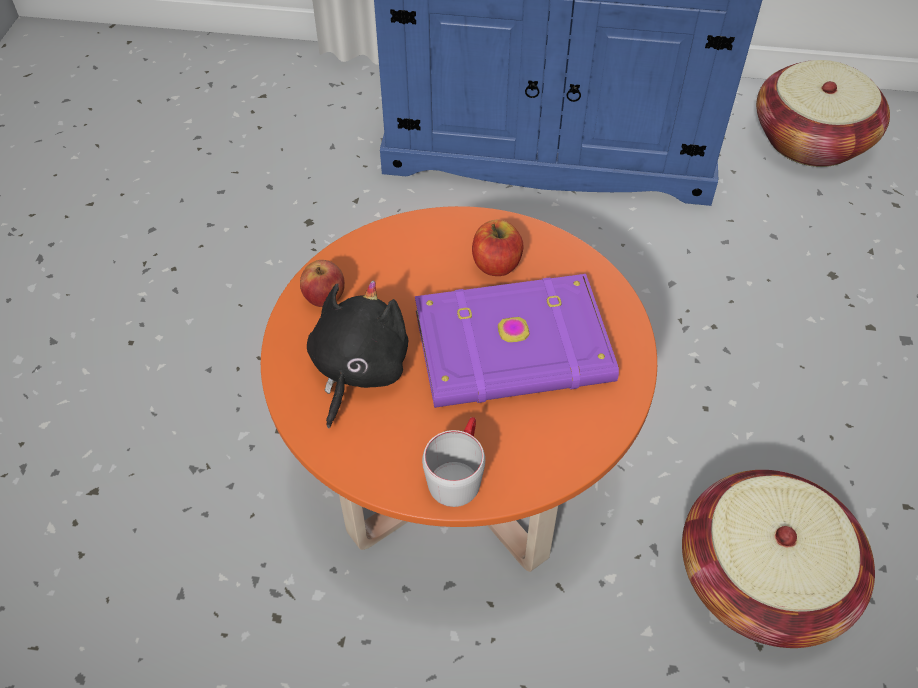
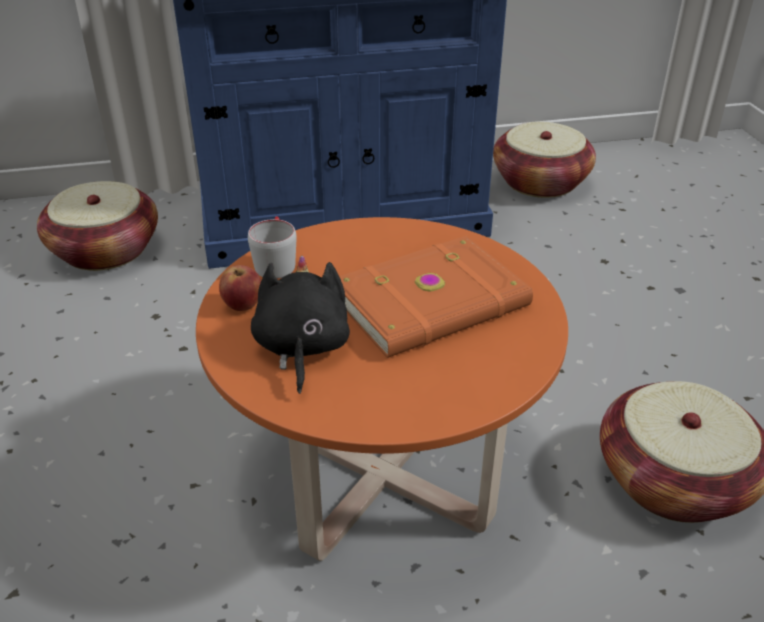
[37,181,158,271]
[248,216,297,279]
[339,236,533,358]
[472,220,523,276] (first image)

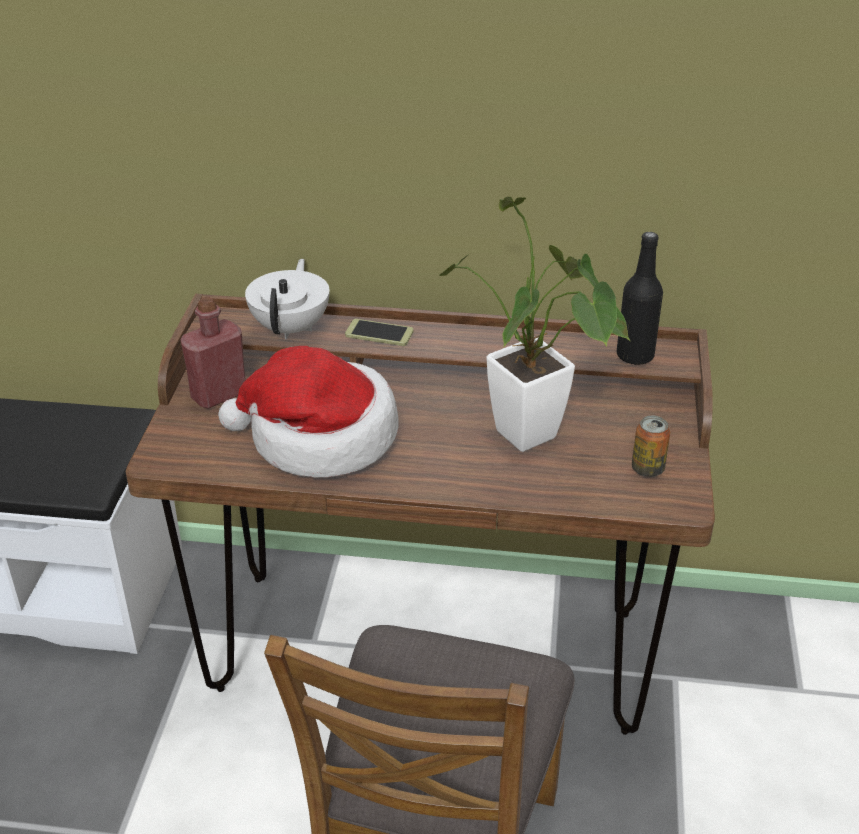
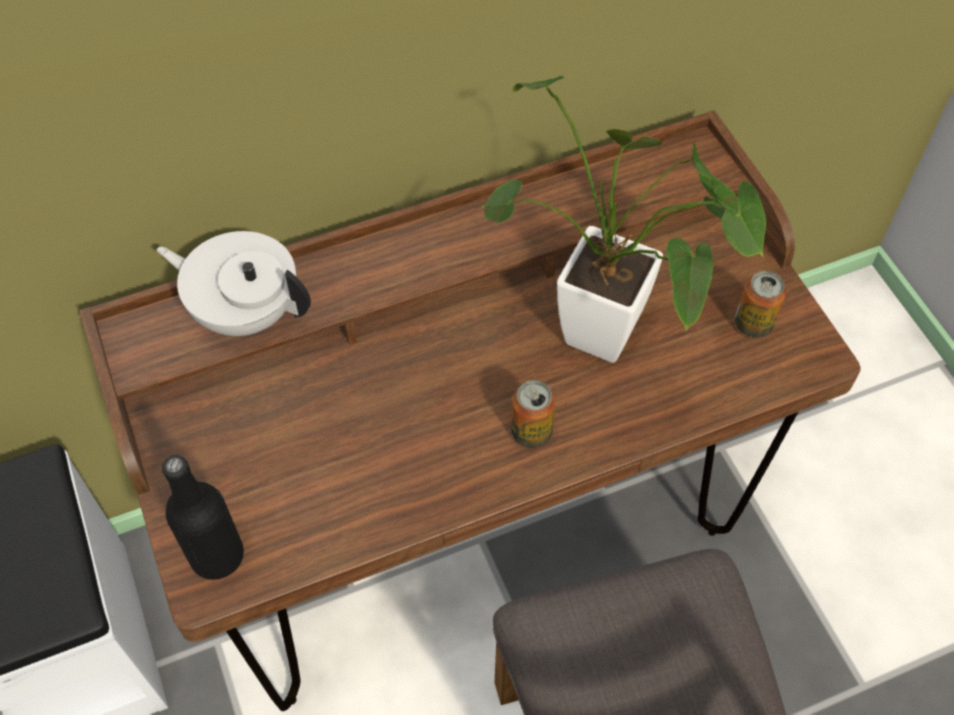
[157,231,311,336]
[162,455,244,580]
[511,380,556,448]
[181,296,246,409] (first image)
[218,346,399,477] (first image)
[345,319,414,346] (first image)

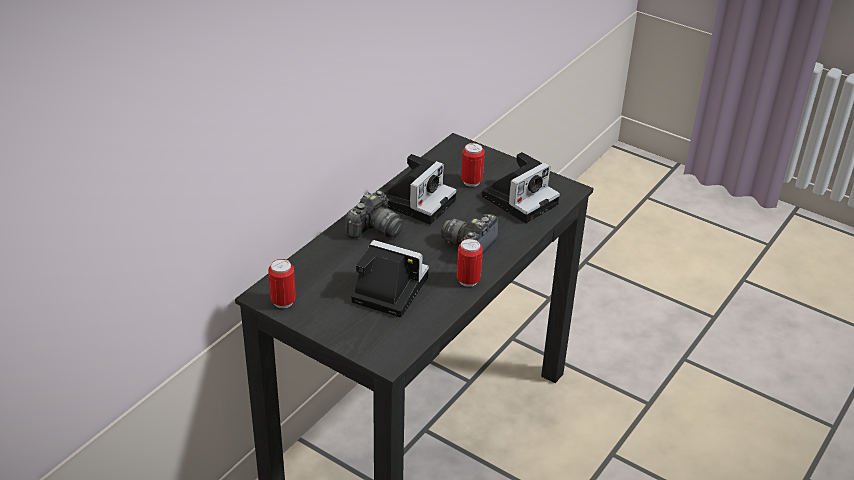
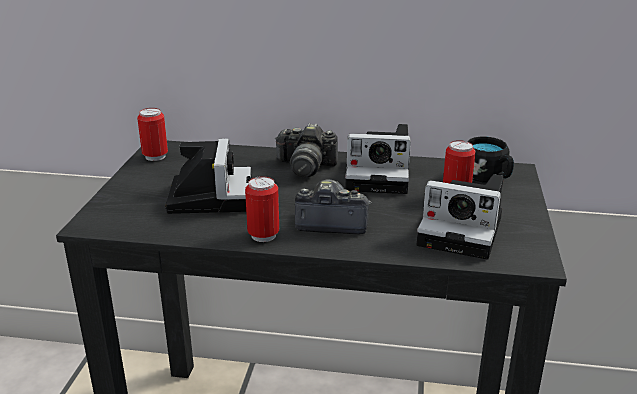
[468,136,514,183]

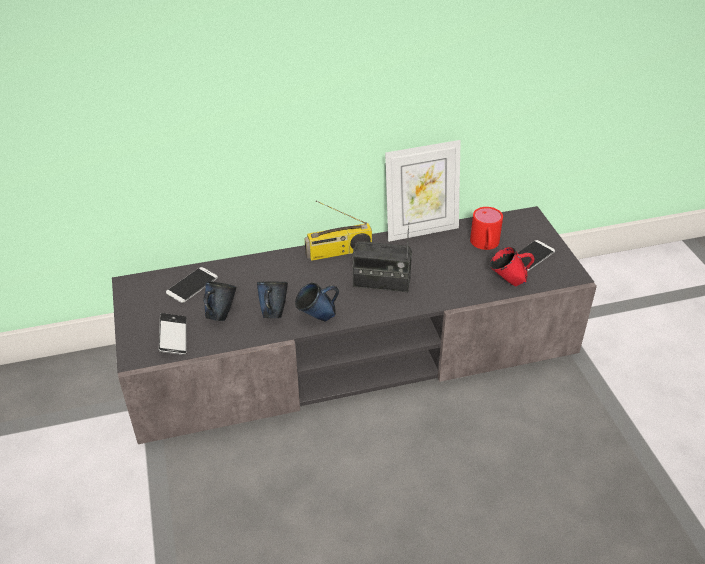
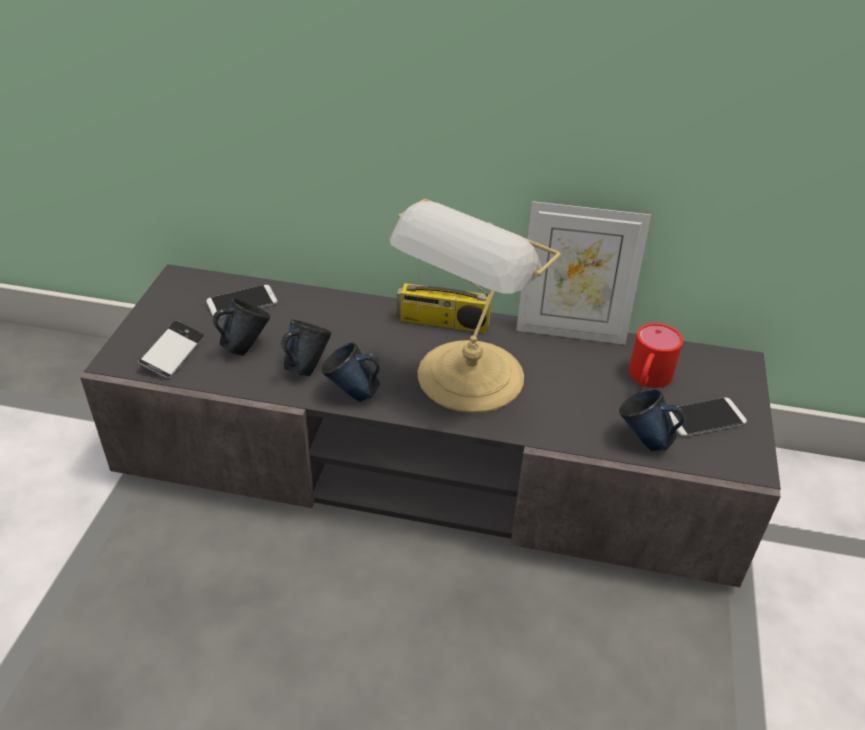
[390,199,561,413]
[619,388,686,451]

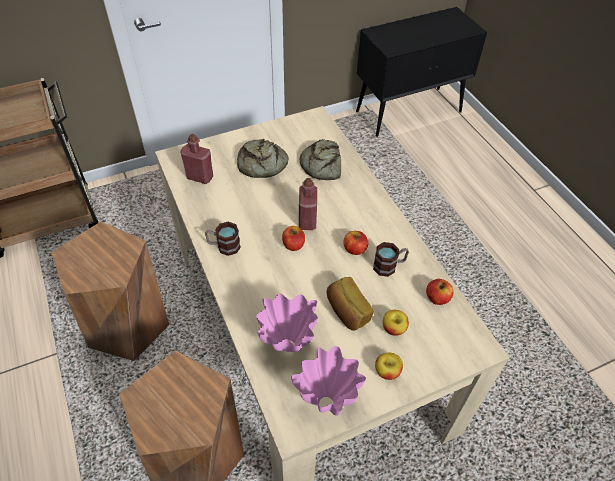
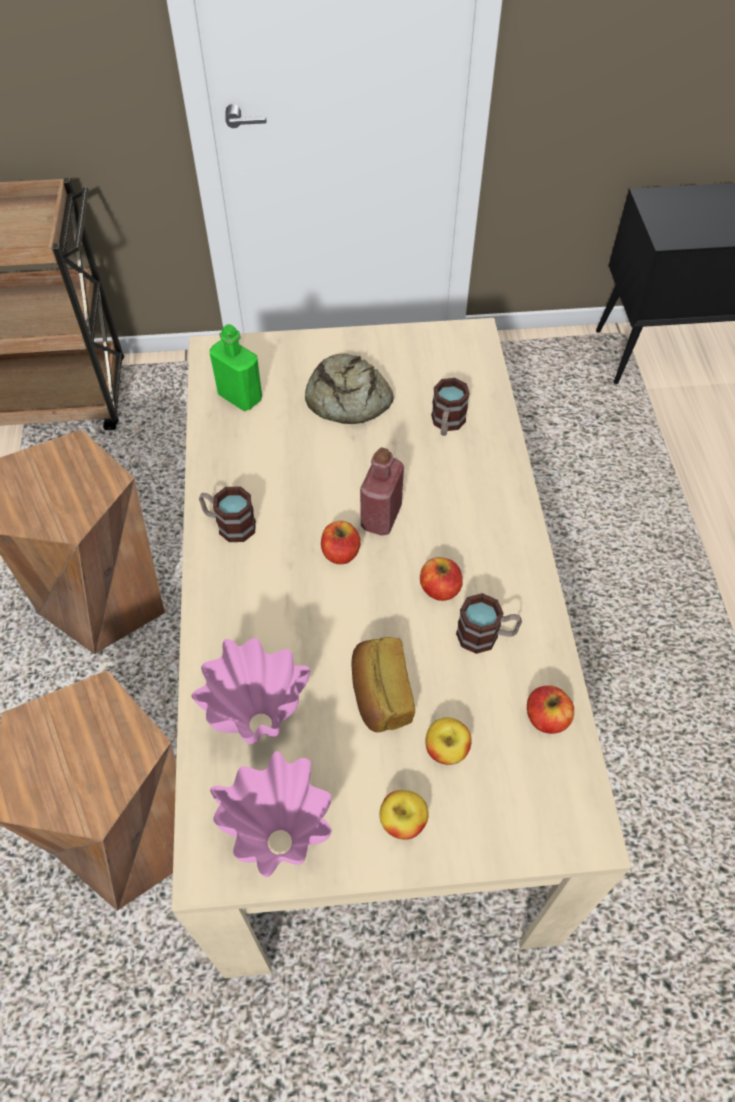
[210,324,262,411]
[431,378,470,436]

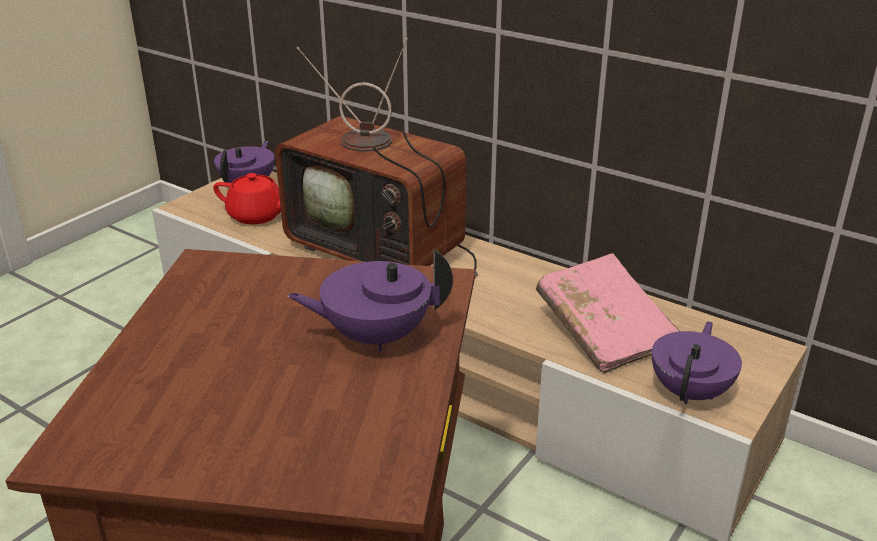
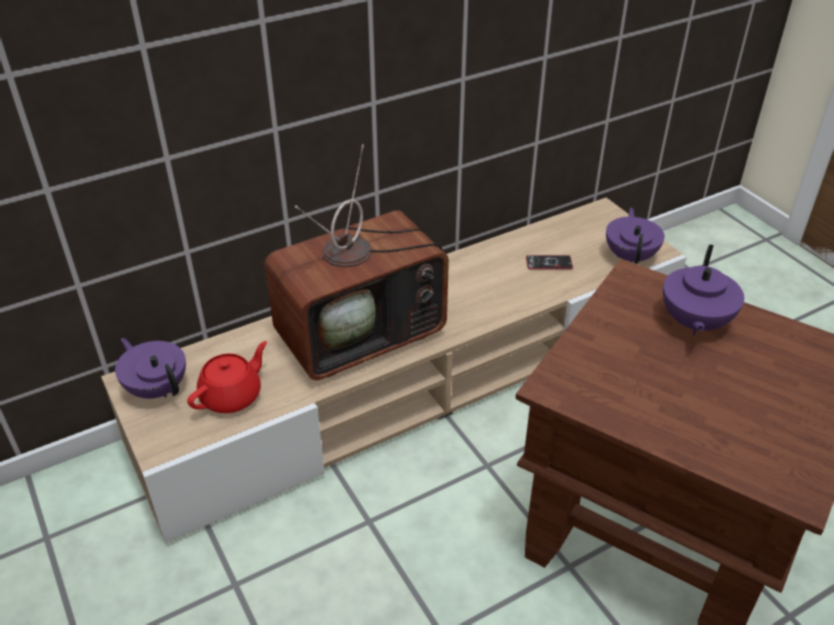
[526,255,573,269]
[606,208,665,264]

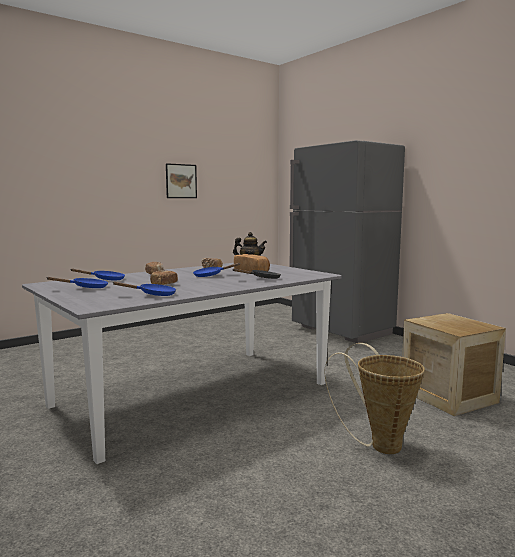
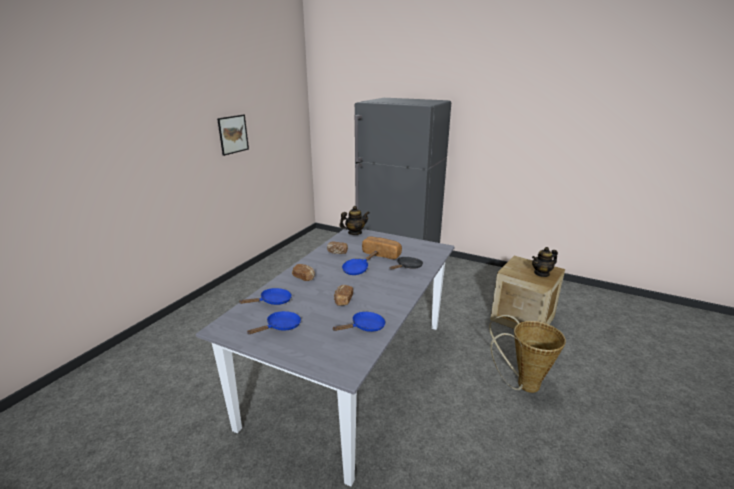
[532,247,558,277]

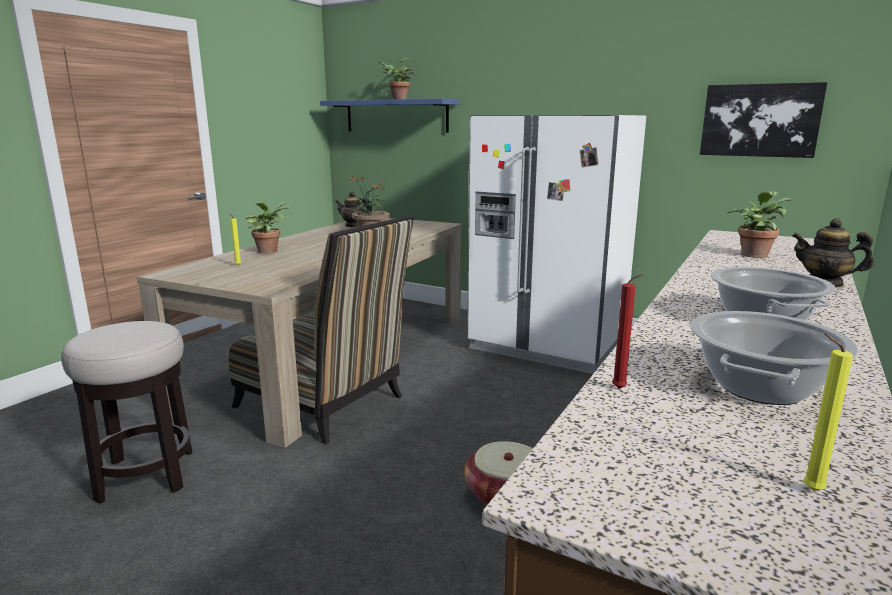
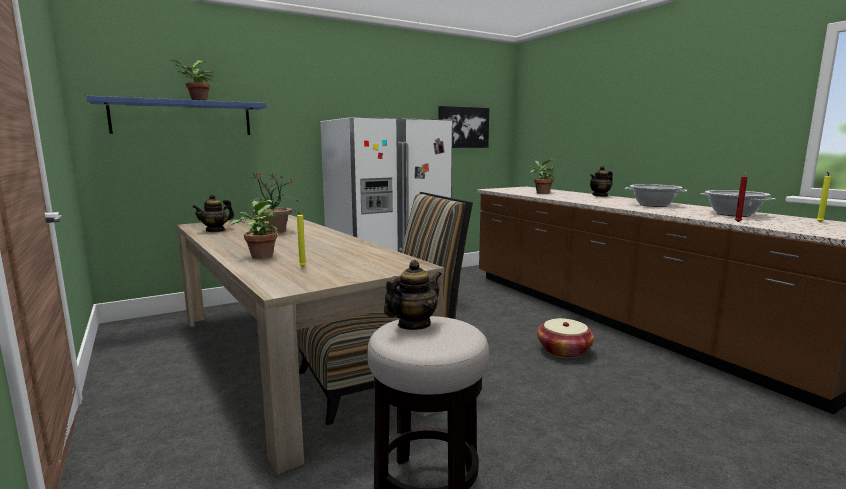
[384,260,442,330]

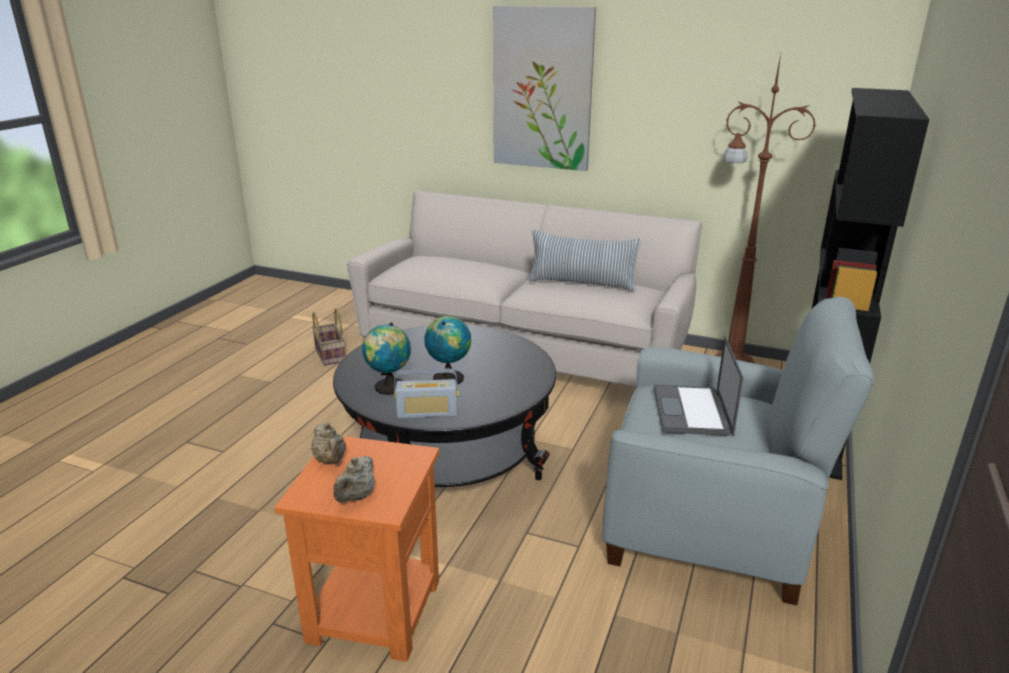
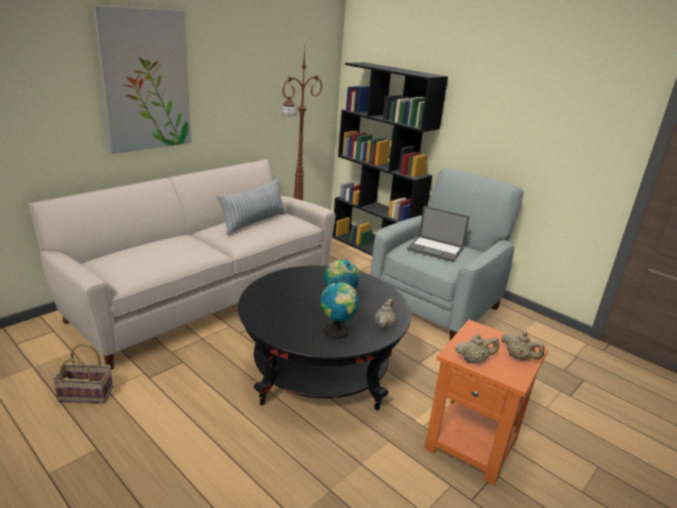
[375,298,395,329]

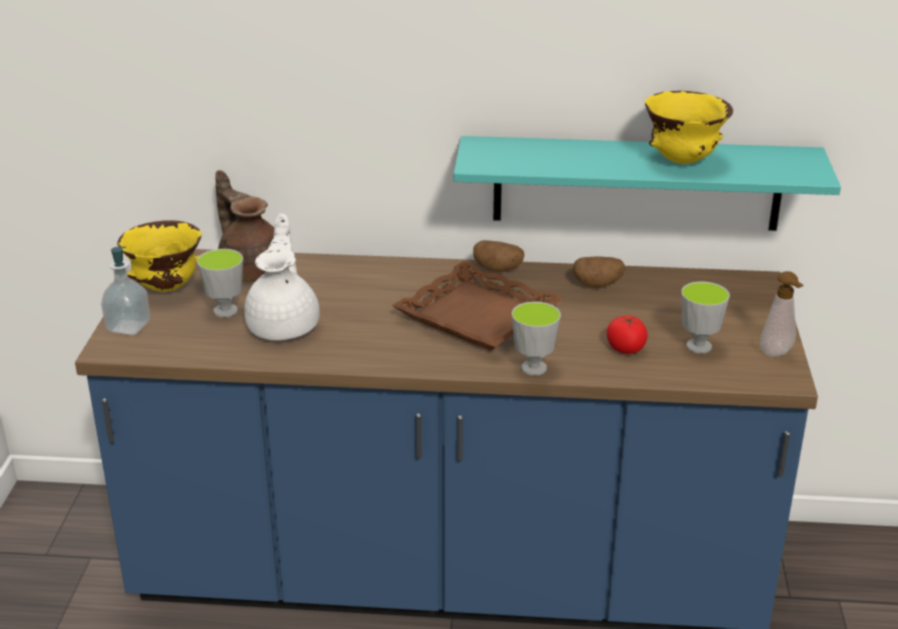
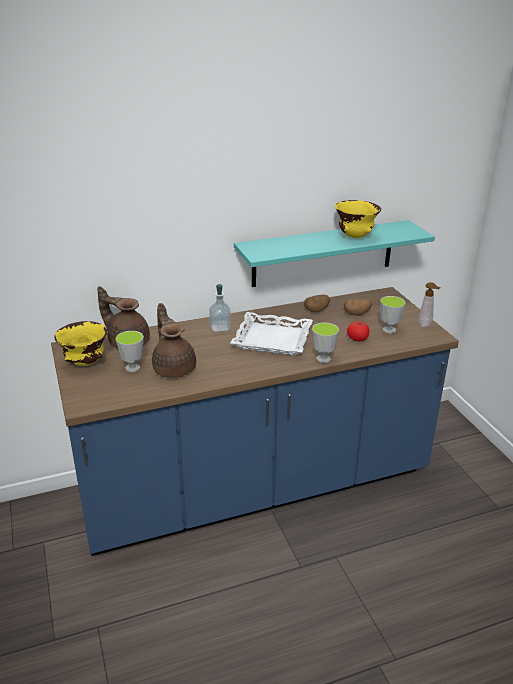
[152,303,196,378]
[209,284,231,332]
[231,312,313,356]
[344,299,372,316]

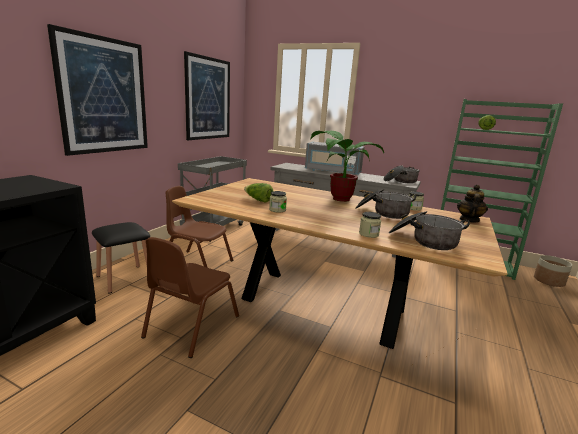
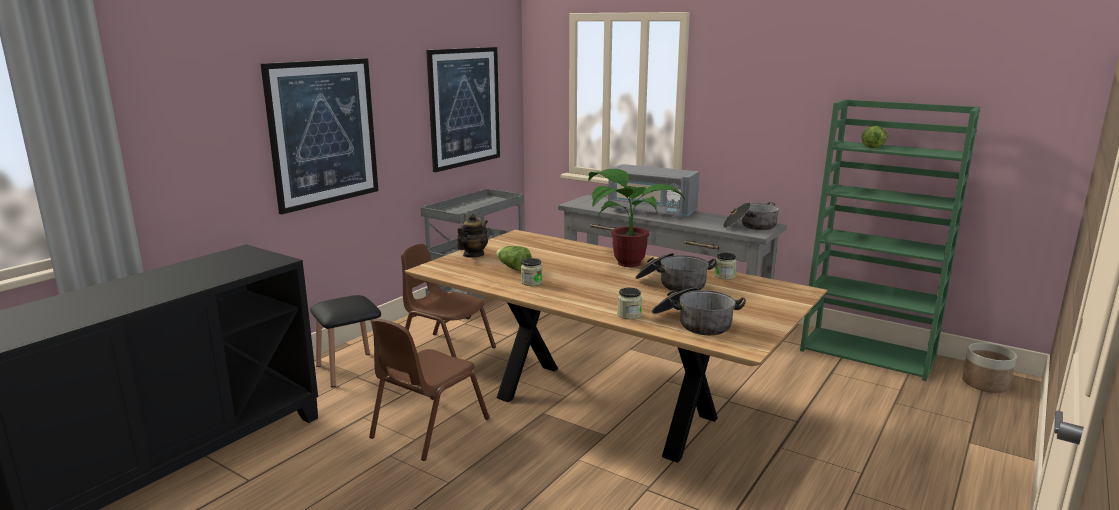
[457,214,488,257]

